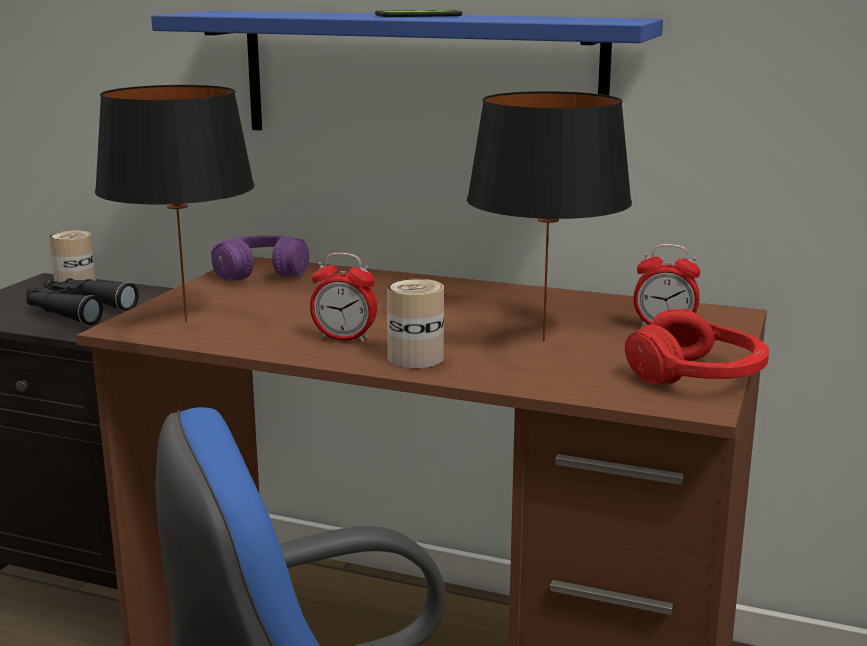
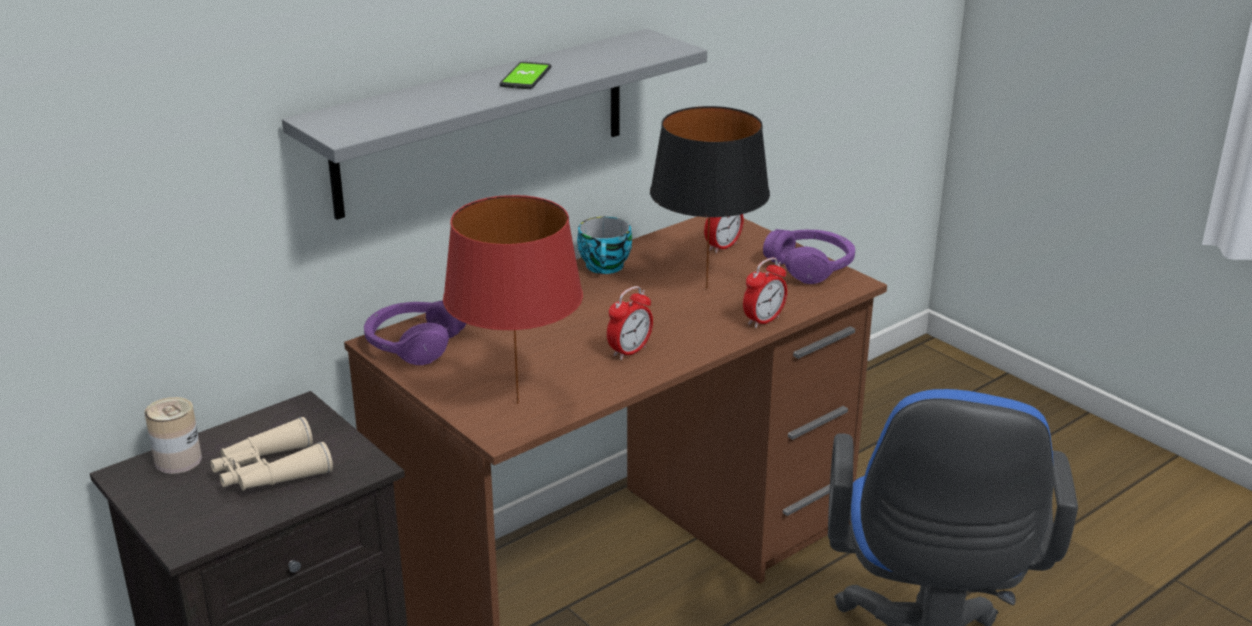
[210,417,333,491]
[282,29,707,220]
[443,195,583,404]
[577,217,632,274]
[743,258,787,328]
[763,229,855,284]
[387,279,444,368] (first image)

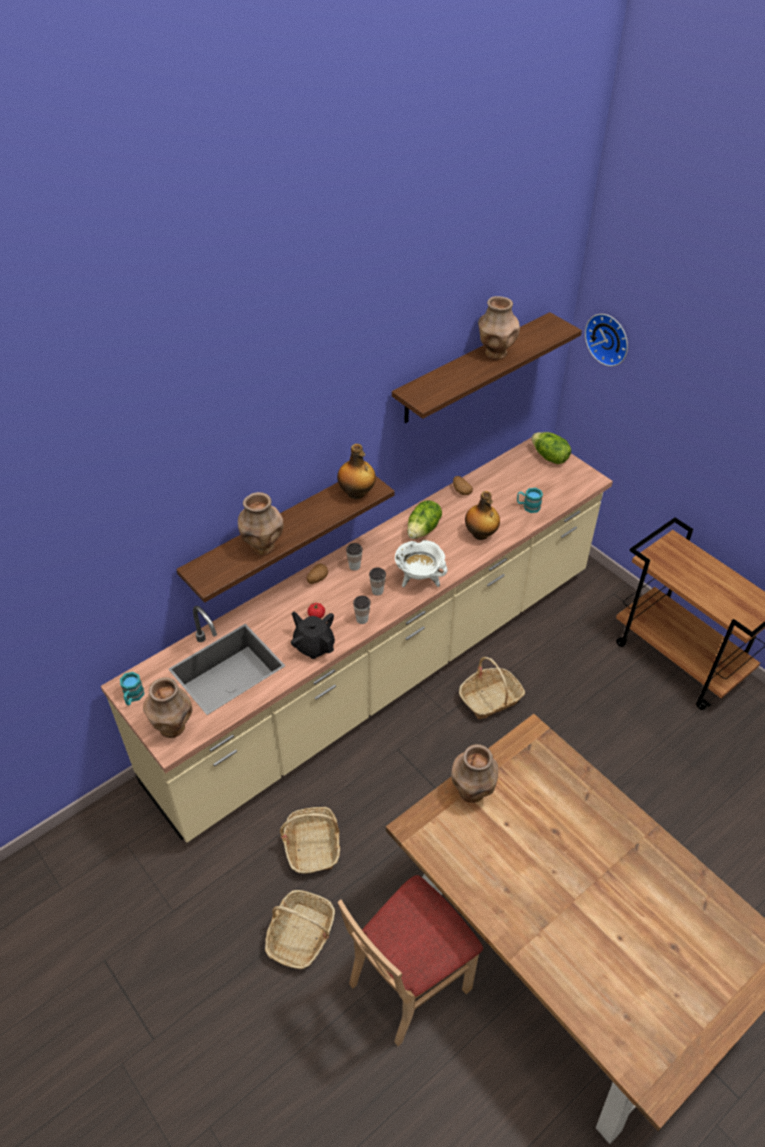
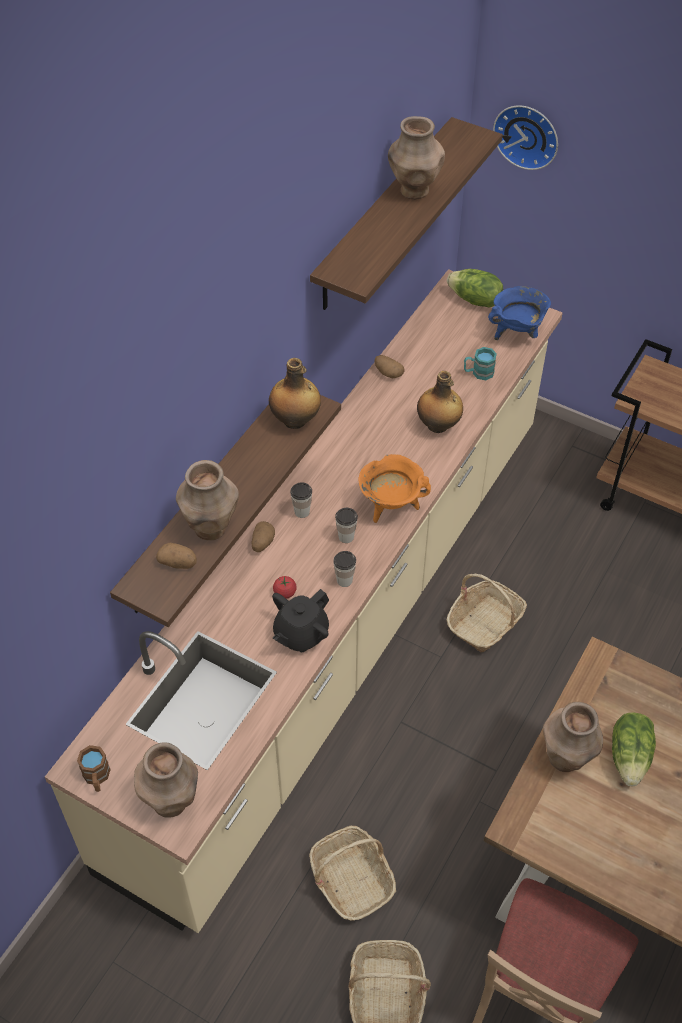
[77,745,111,792]
[156,543,197,569]
[272,589,329,652]
[359,454,431,523]
[488,286,551,340]
[612,713,656,786]

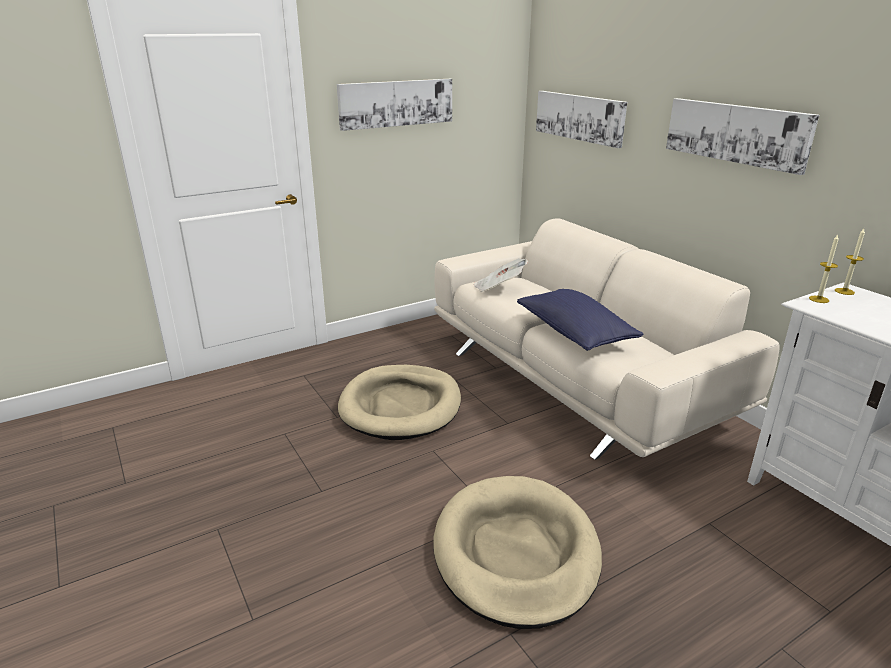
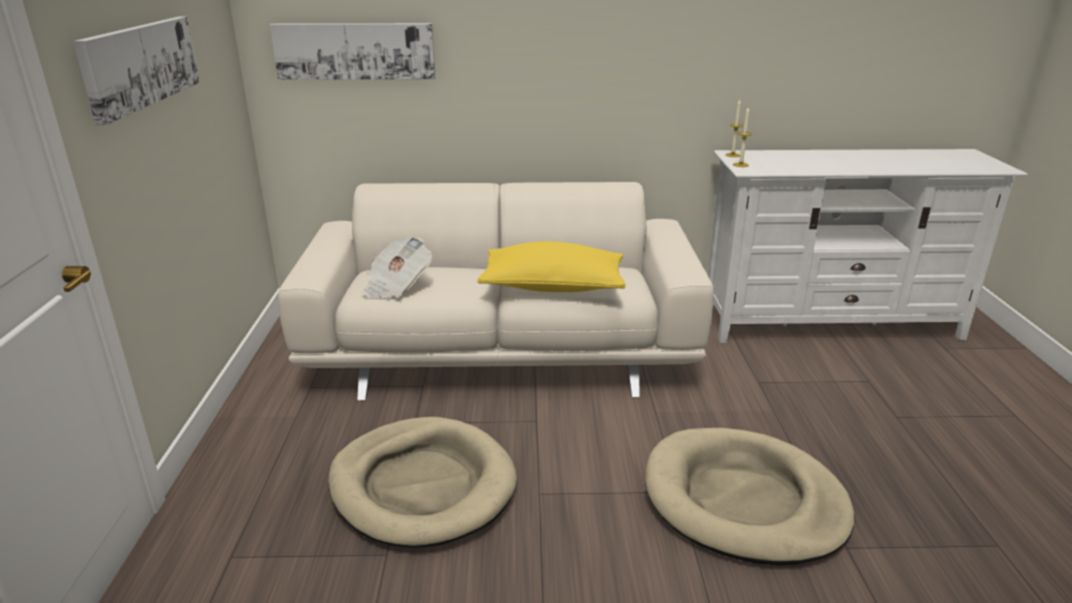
[478,241,625,292]
[666,98,819,175] (first image)

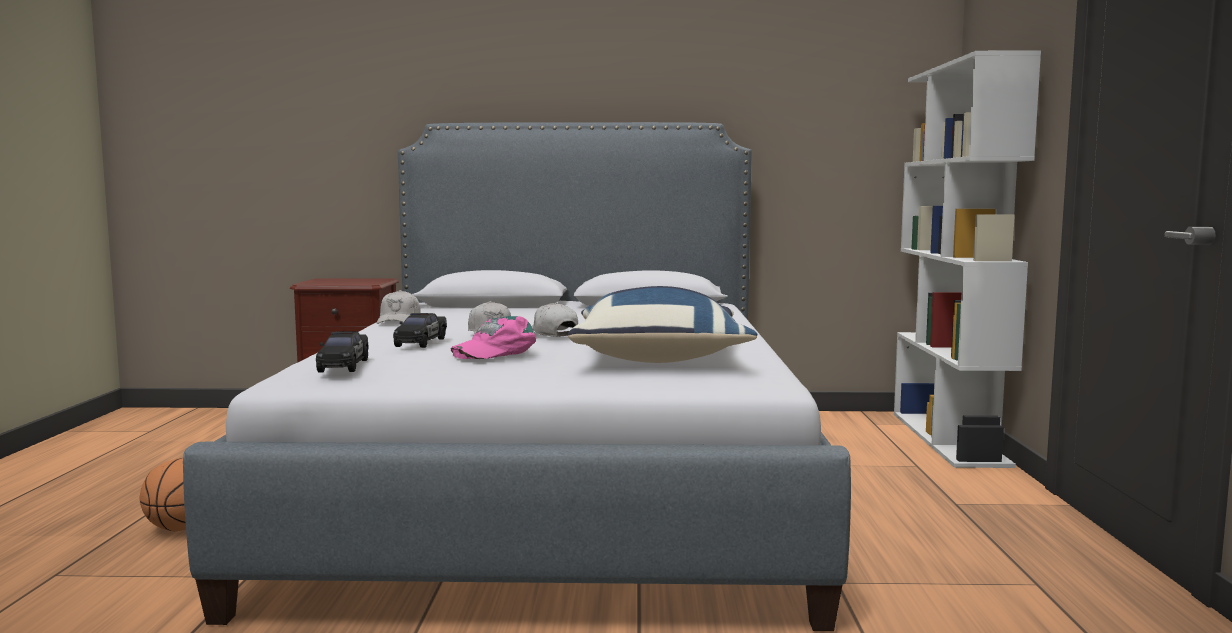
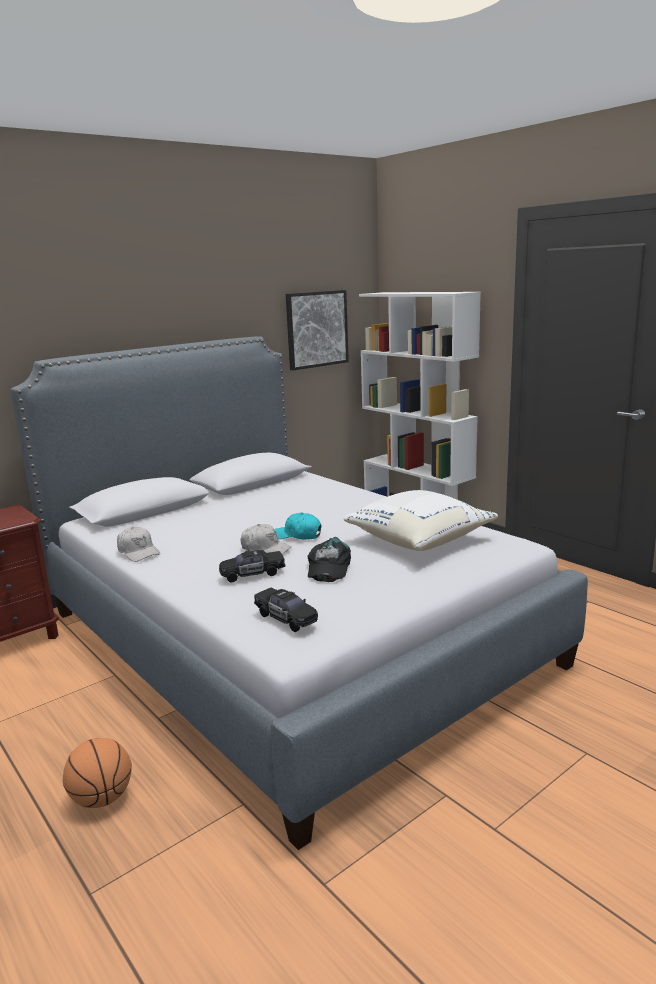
[219,550,286,582]
[275,512,321,540]
[286,290,349,370]
[308,537,351,582]
[343,490,498,551]

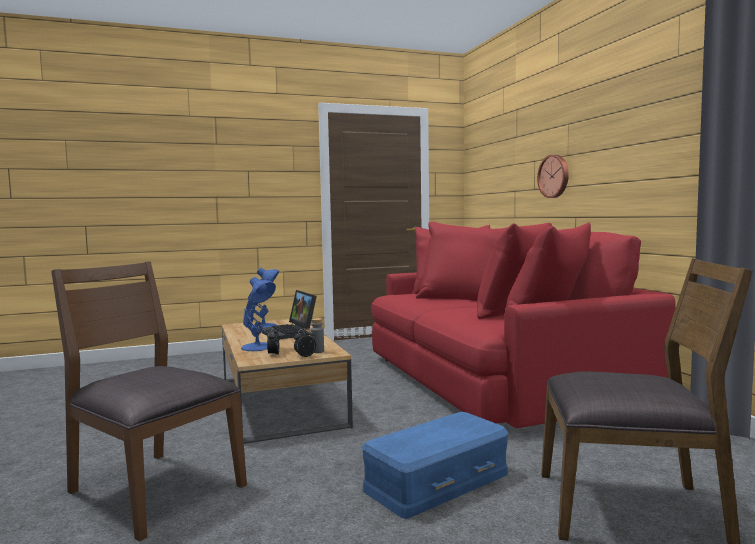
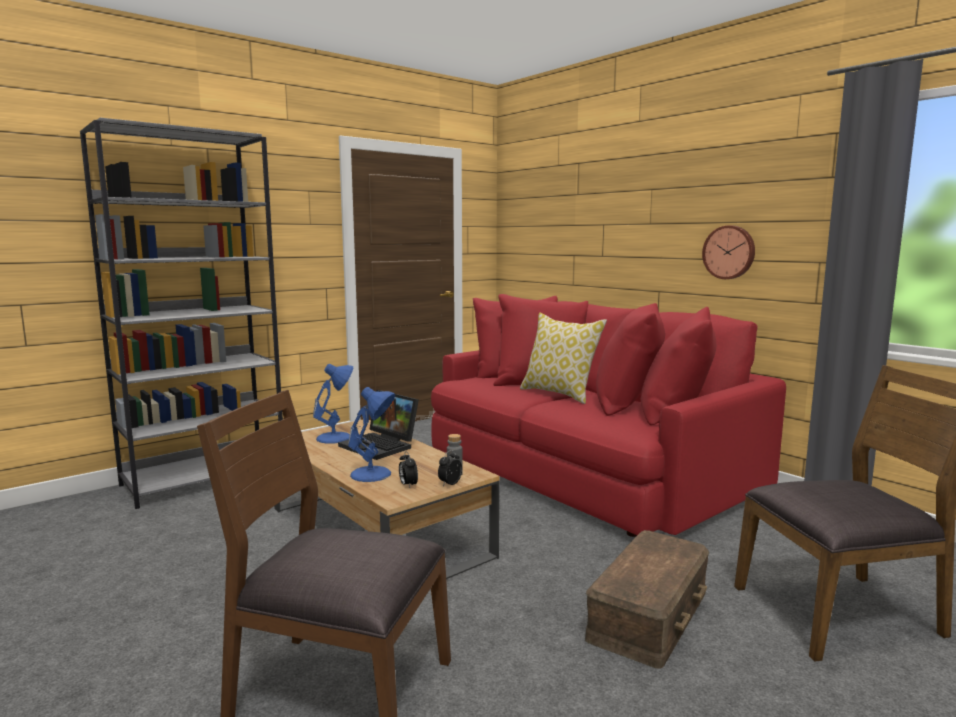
[80,118,283,509]
[520,312,607,404]
[585,530,709,669]
[702,225,755,279]

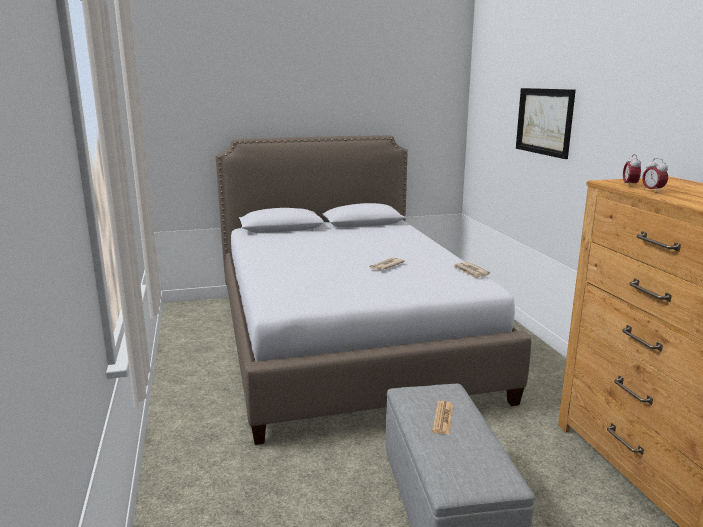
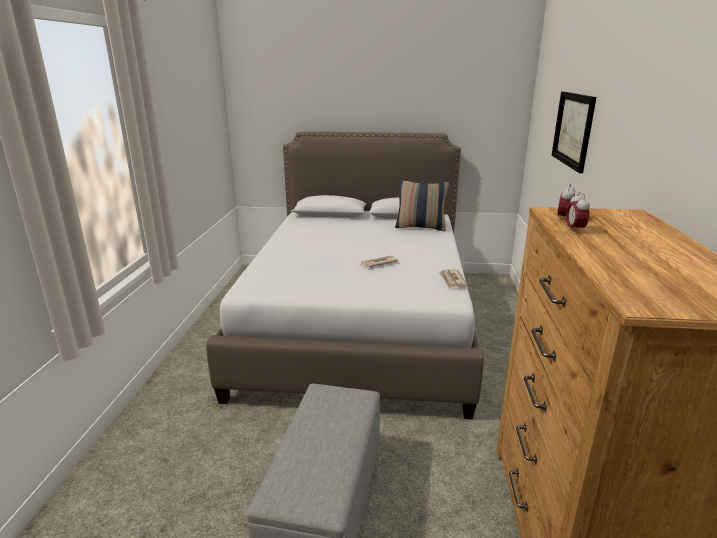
[395,180,449,231]
[432,401,453,434] (first image)

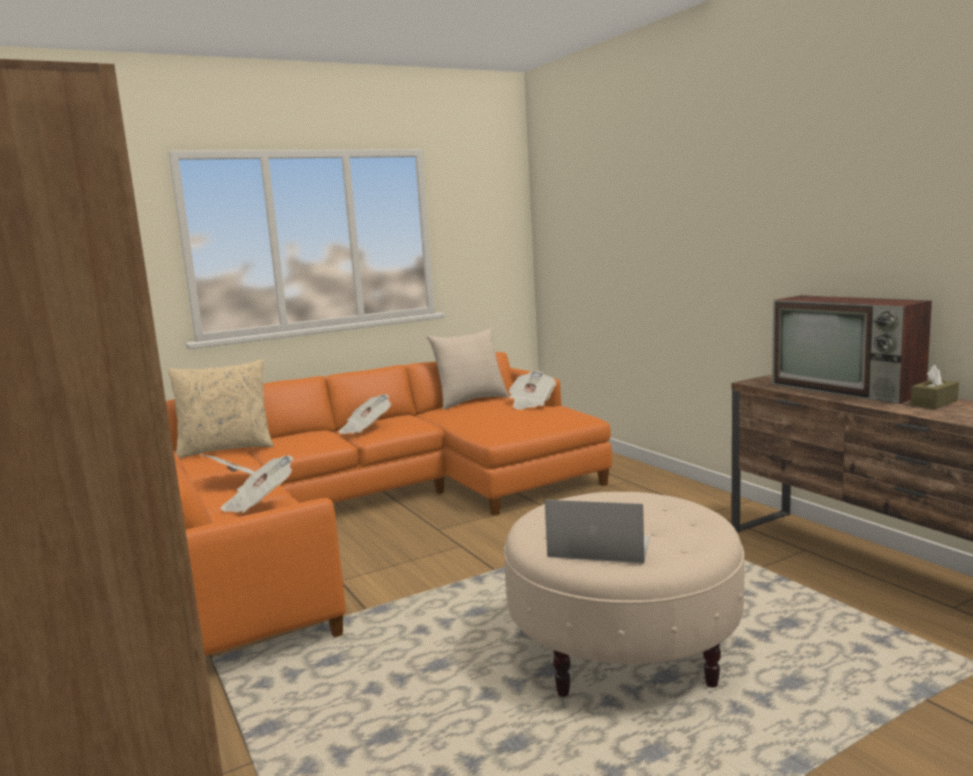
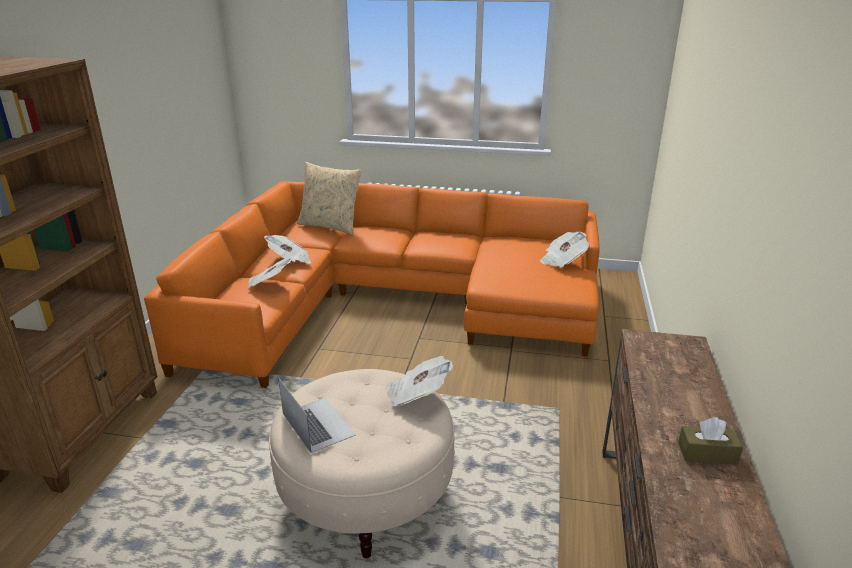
[385,356,453,407]
[426,328,509,410] (first image)
[772,295,932,404] (first image)

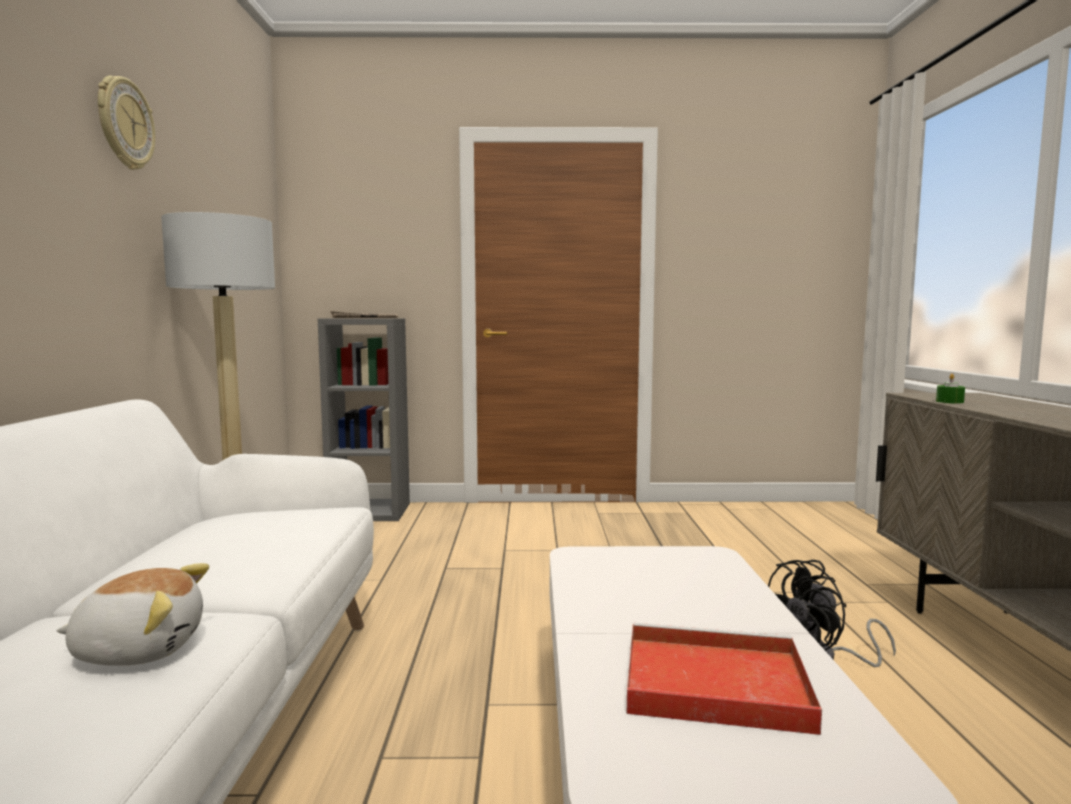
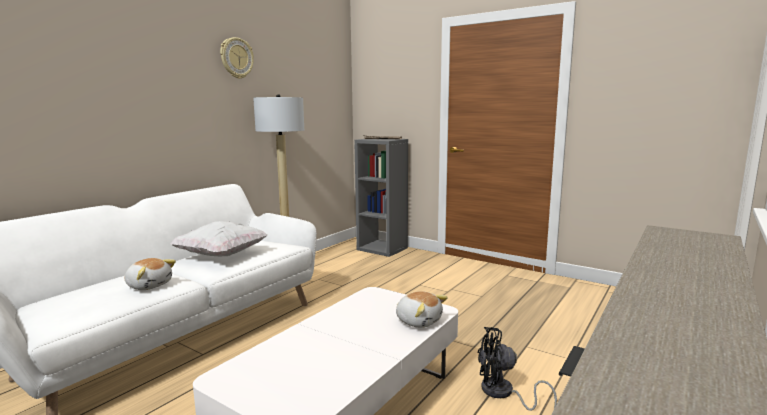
[170,221,268,256]
[396,291,448,328]
[627,623,822,735] (first image)
[936,374,965,404] (first image)

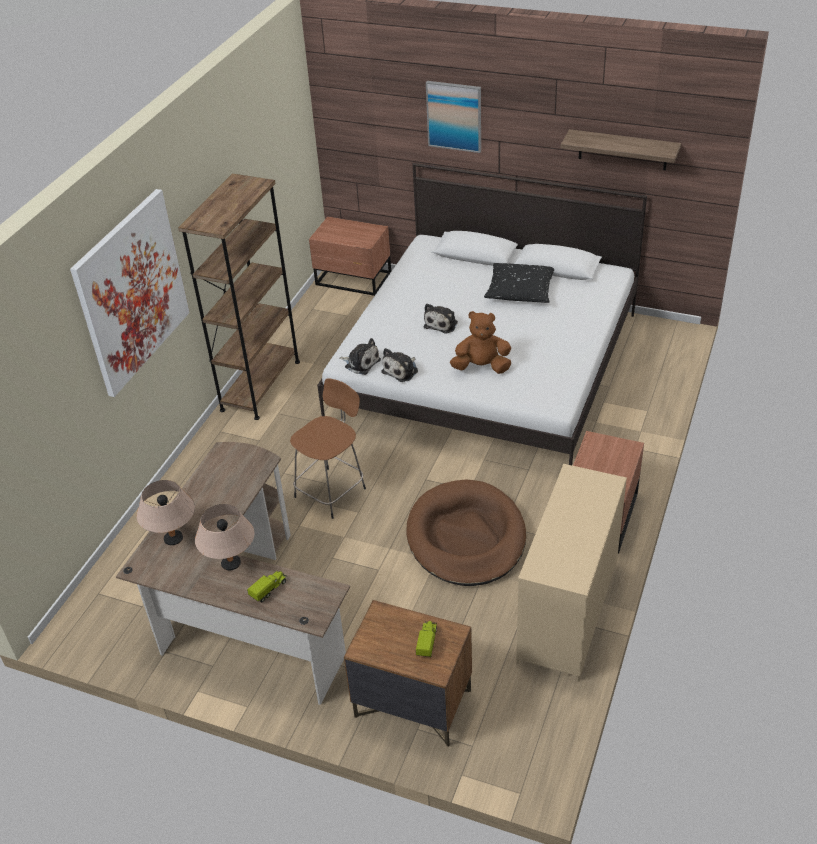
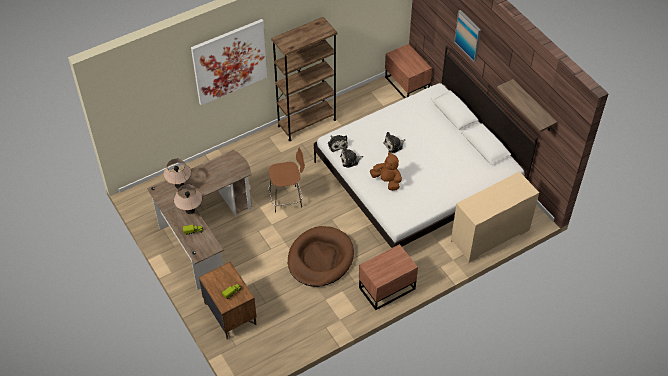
[451,171,539,263]
[484,263,554,303] (first image)

